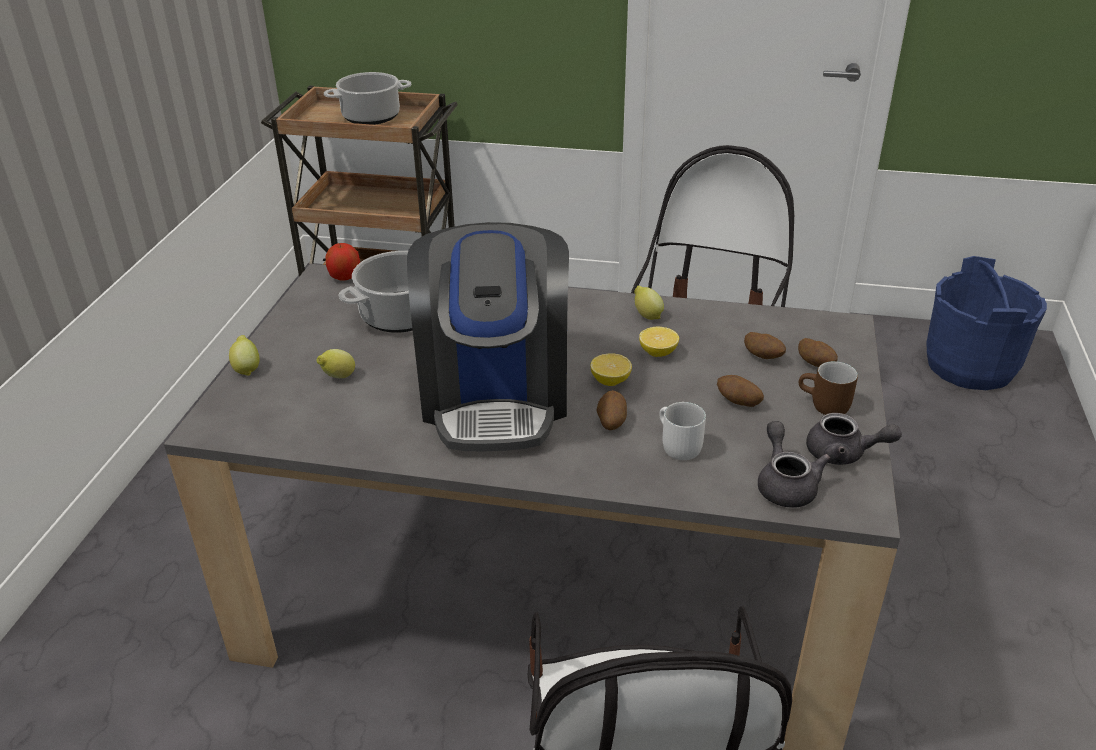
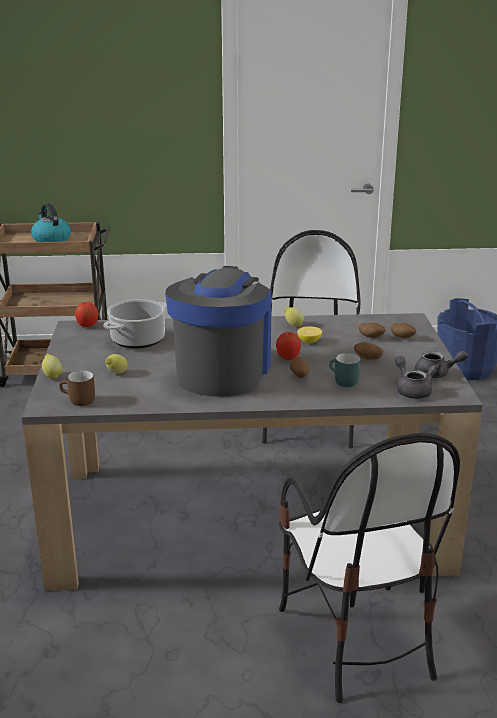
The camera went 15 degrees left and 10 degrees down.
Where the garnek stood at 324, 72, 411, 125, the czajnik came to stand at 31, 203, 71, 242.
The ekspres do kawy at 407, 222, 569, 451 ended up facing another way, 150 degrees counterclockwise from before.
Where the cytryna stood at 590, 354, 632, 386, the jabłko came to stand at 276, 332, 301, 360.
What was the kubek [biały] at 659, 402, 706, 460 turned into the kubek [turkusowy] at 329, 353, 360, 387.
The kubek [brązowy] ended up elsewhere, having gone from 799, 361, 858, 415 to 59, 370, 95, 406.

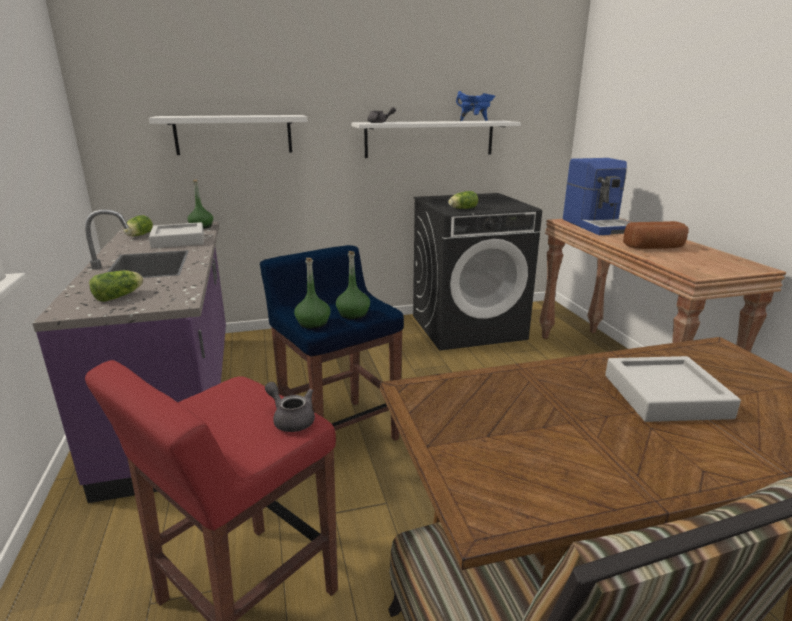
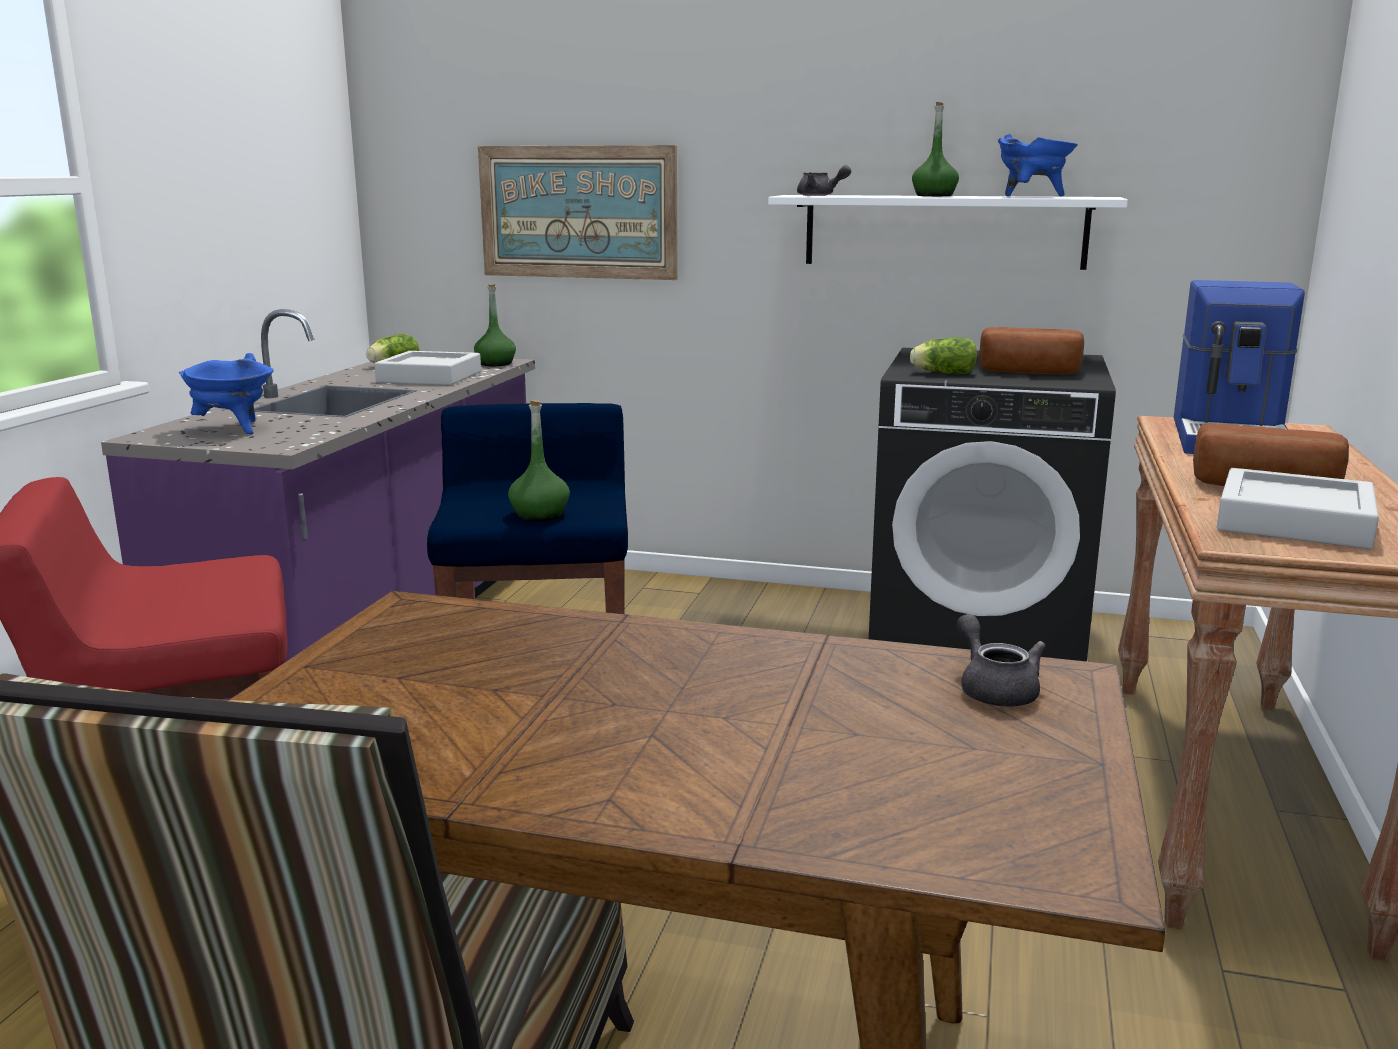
The camera went 30 degrees right and 5 degrees down.
Where the sałata stood at 89, 270, 143, 302, the garnek [niebieski] came to stand at 179, 353, 274, 435.
Where the półka [biały] hung at 149, 115, 308, 155, the obraz came to hang at 478, 145, 678, 280.
The imbryk [szary] ended up elsewhere, having gone from 265, 382, 315, 432 to 957, 614, 1046, 707.
The butelka [zielony] ended up elsewhere, having gone from 294, 258, 330, 329 to 912, 102, 959, 196.
The taca [szary] ended up elsewhere, having gone from 605, 356, 741, 422 to 1217, 468, 1379, 549.
The second view gained the chleb at 979, 327, 1084, 374.

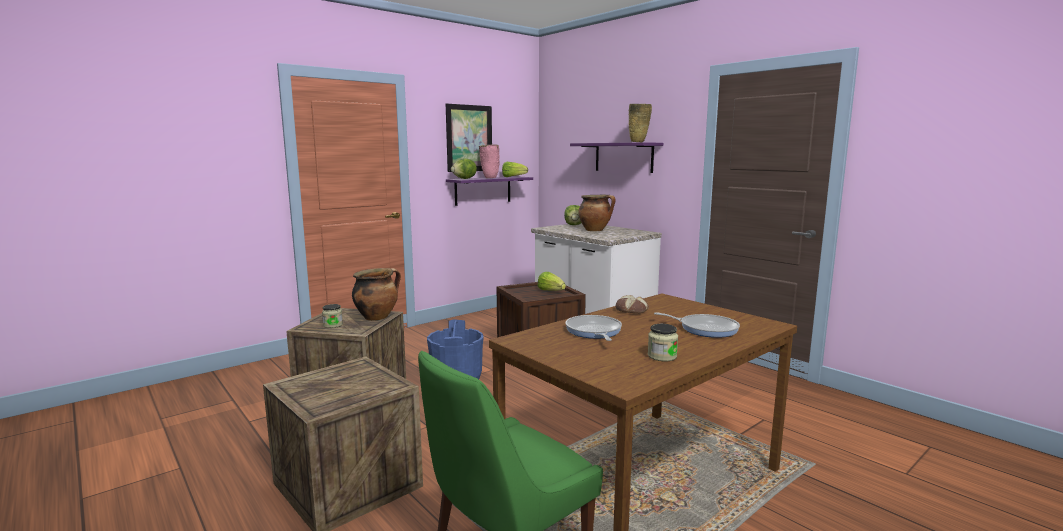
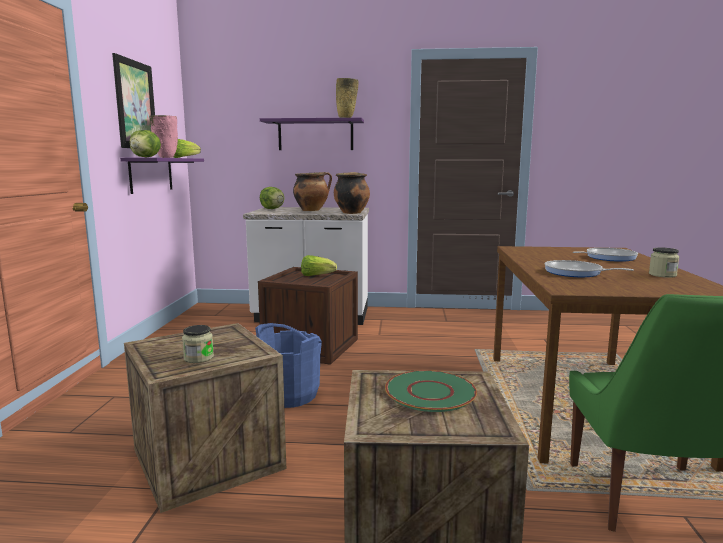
The camera went 45 degrees left and 0 degrees up.
The garnek ended up elsewhere, having gone from 352, 268, 401, 321 to 334, 172, 370, 214.
The second view lost the chleb at 616, 295, 649, 314.
The second view gained the talerz [zielony] at 385, 370, 477, 412.

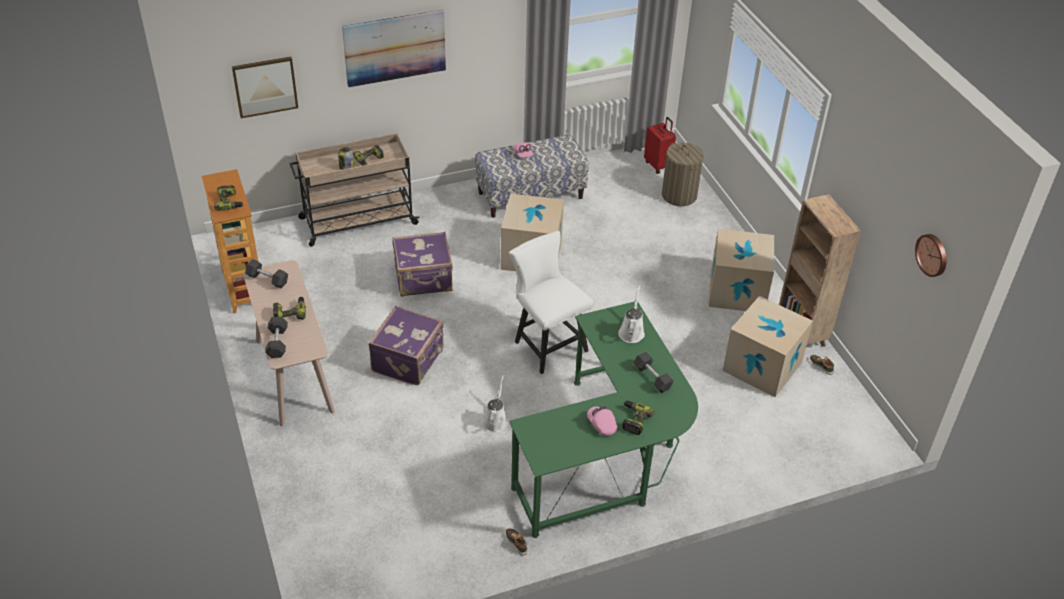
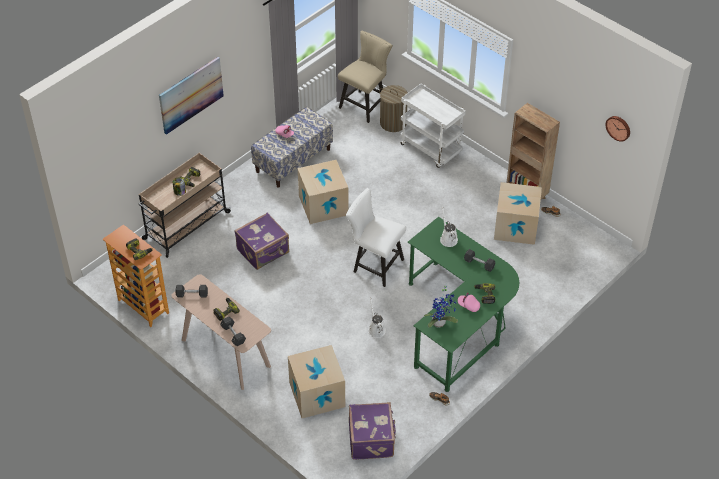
The camera went 25 degrees left and 5 degrees up.
The second view lost the obraz at 232, 57, 298, 118.
The walizka [fioletowy] ended up elsewhere, having gone from 368, 306, 444, 385 to 349, 402, 396, 460.
Where the walizka [czerwony] stood at 644, 117, 676, 174, the krzesło [beżowy] came to stand at 338, 31, 393, 123.
The karton ended up elsewhere, having gone from 709, 229, 774, 311 to 288, 345, 345, 418.
The second view gained the wózek [biały] at 400, 84, 466, 168.
The second view gained the roślina doniczkowa at 424, 284, 458, 328.

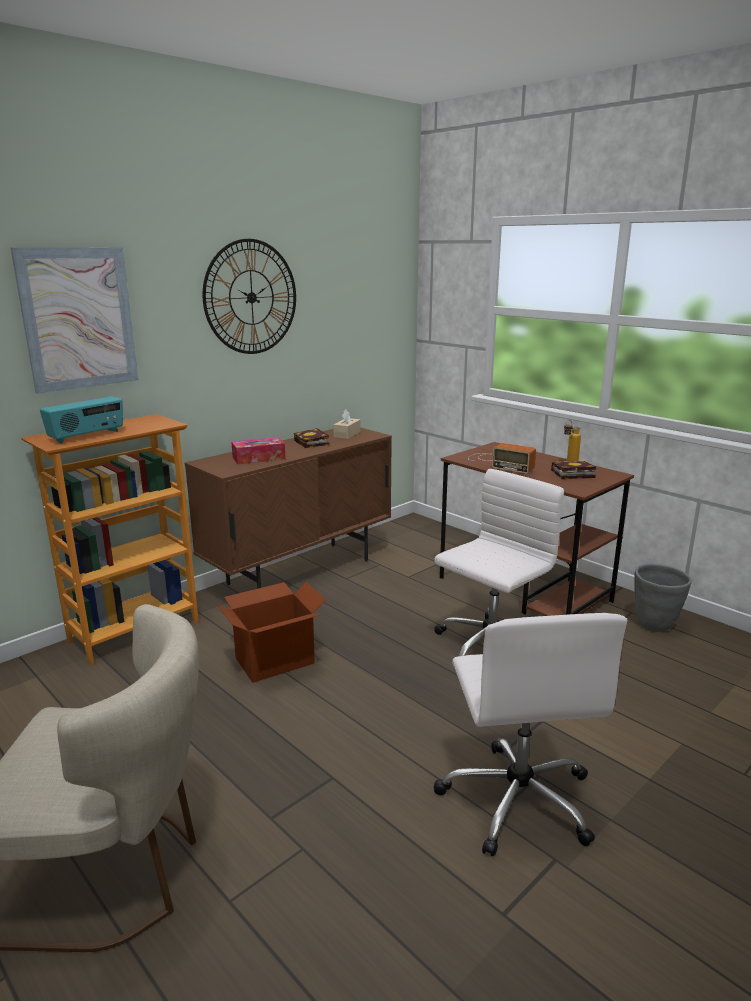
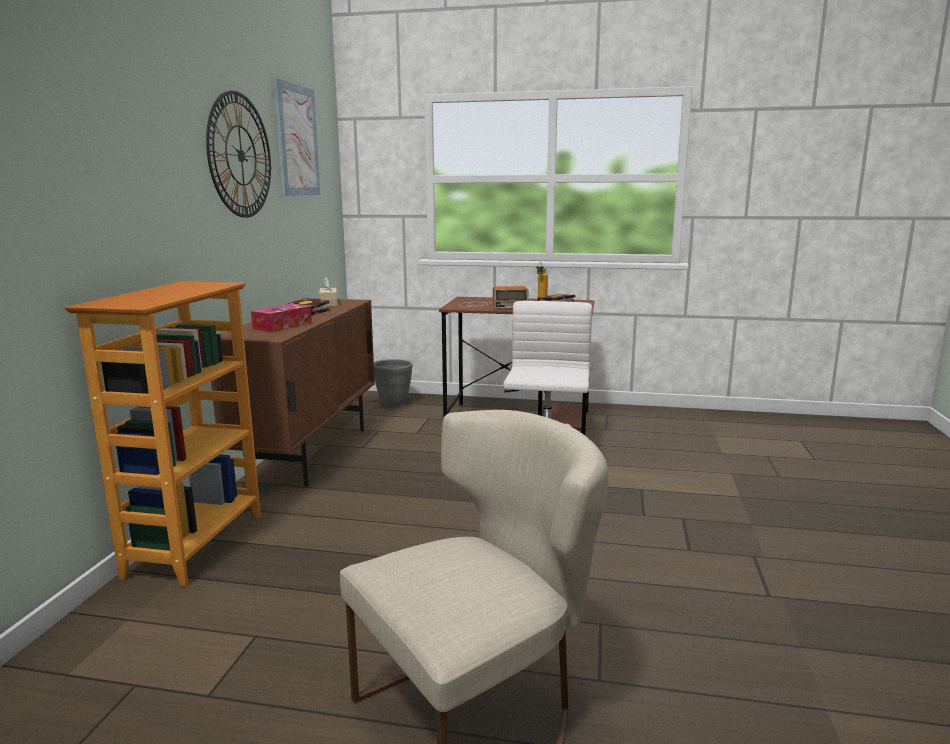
The camera went 35 degrees left and 5 degrees down.
The obraz ended up elsewhere, having gone from 11, 248, 138, 394 to 274, 78, 321, 196.
The second view lost the radio at 40, 397, 123, 444.
The second view lost the karton at 217, 582, 326, 683.
The second view lost the krzesło biurowe [biały] at 434, 613, 627, 856.
The donica [szary] ended up elsewhere, having gone from 634, 564, 692, 632 to 374, 359, 413, 407.

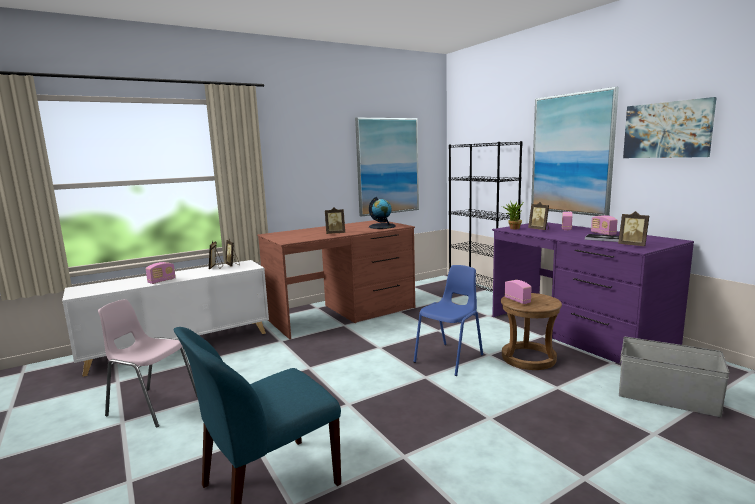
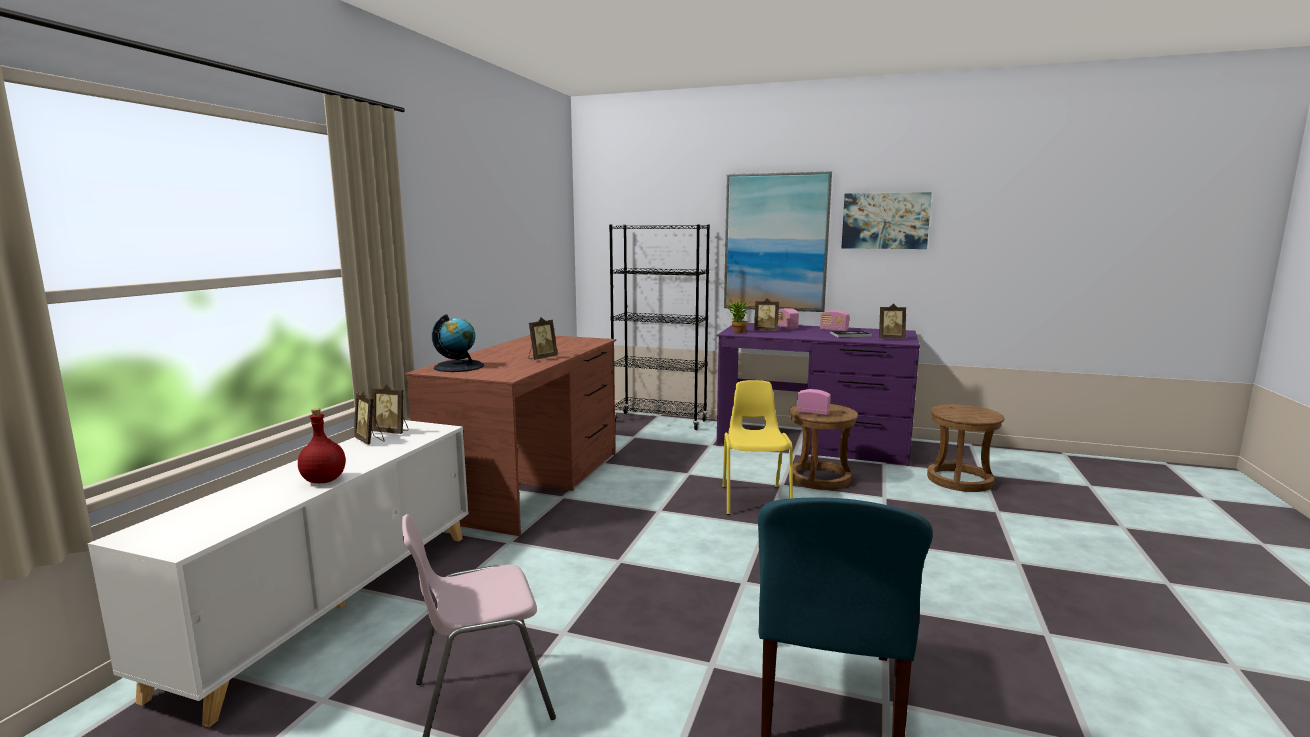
The camera went 40 degrees left and 0 degrees up.
Where the radio stood at 146, 262, 176, 284, the butelka [czerwony] came to stand at 298, 408, 346, 483.
The second view lost the obraz at 355, 117, 419, 217.
The globus ended up elsewhere, having gone from 369, 197, 396, 229 to 432, 314, 484, 372.
What was the krzesło [niebieski] at 414, 265, 483, 376 turned into the krzesło [żółty] at 723, 380, 793, 515.
Where the pojemnik do przechowywania [szary] stood at 619, 337, 730, 417, the stołek [brązowy] came to stand at 927, 404, 1004, 492.

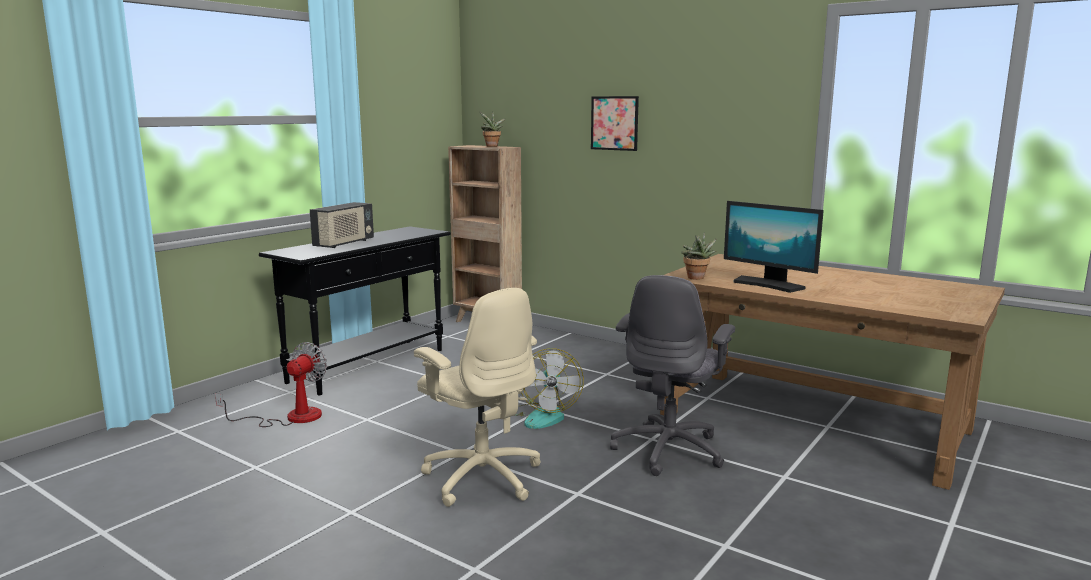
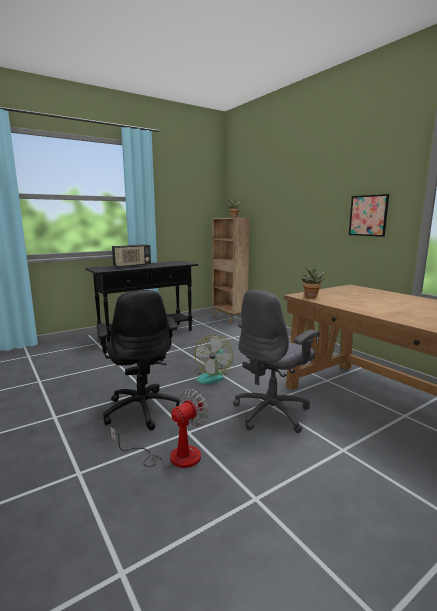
The camera went 20 degrees right and 0 degrees up.
The wentylator ended up elsewhere, having gone from 215, 342, 327, 427 to 110, 389, 209, 469.
What was the krzesło biurowe [beżowy] at 414, 288, 540, 507 turned into the krzesło biurowe [czarny] at 97, 290, 182, 430.
The obraz ended up elsewhere, having gone from 591, 96, 639, 151 to 349, 194, 389, 237.
The second view lost the monitor at 724, 201, 824, 293.

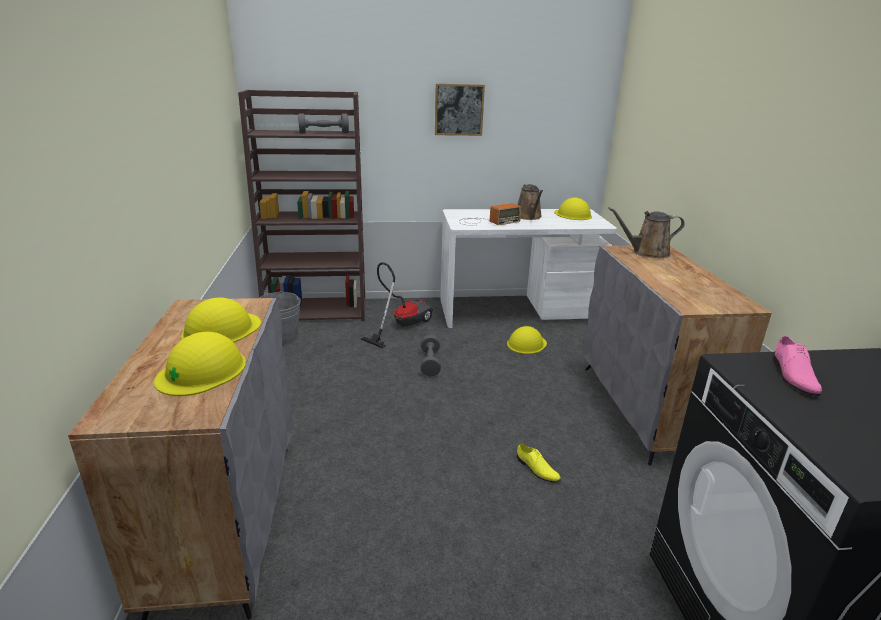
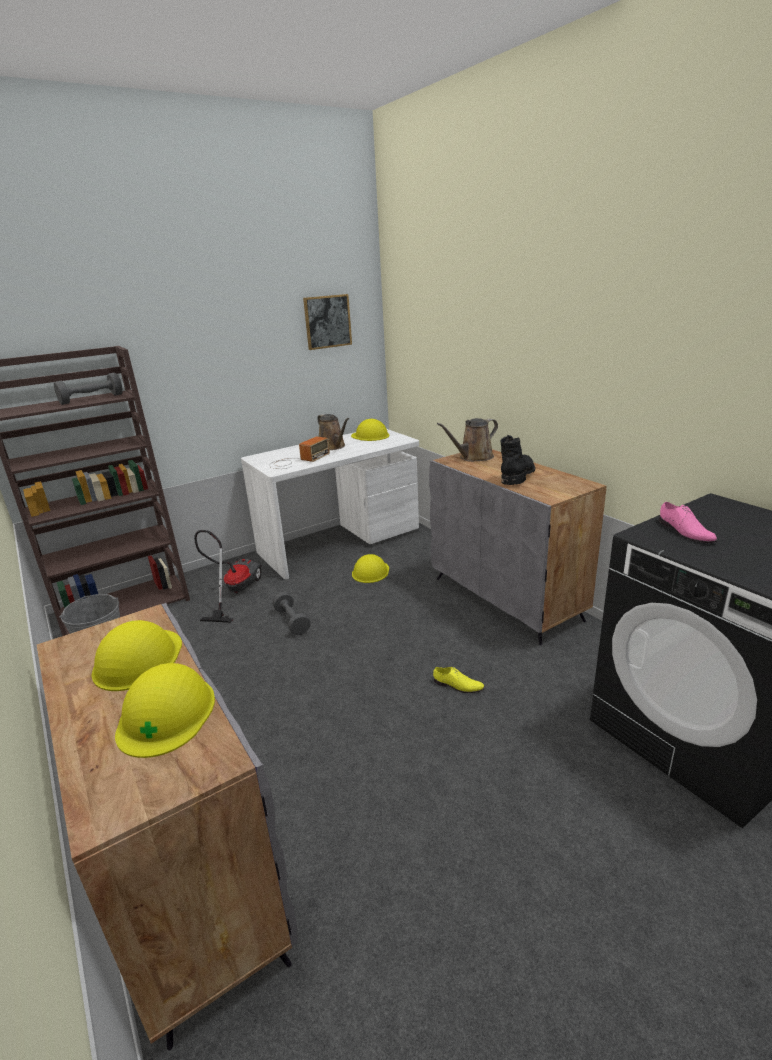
The camera went 25 degrees left and 0 degrees up.
The obraz ended up elsewhere, having gone from 435, 84, 485, 136 to 303, 294, 352, 350.
The second view gained the but z cholewką [czarny] at 500, 435, 535, 485.

